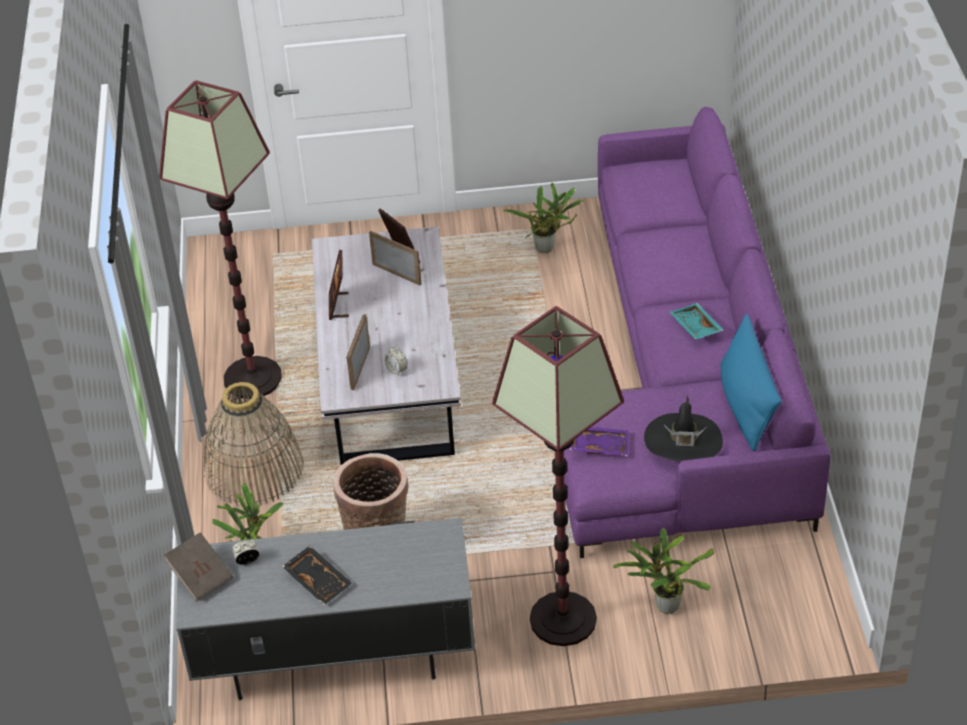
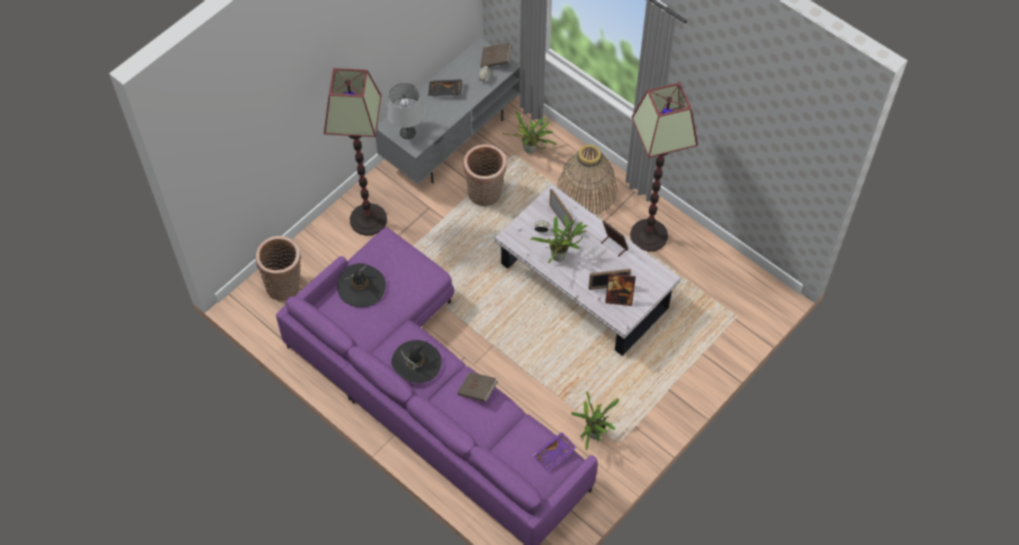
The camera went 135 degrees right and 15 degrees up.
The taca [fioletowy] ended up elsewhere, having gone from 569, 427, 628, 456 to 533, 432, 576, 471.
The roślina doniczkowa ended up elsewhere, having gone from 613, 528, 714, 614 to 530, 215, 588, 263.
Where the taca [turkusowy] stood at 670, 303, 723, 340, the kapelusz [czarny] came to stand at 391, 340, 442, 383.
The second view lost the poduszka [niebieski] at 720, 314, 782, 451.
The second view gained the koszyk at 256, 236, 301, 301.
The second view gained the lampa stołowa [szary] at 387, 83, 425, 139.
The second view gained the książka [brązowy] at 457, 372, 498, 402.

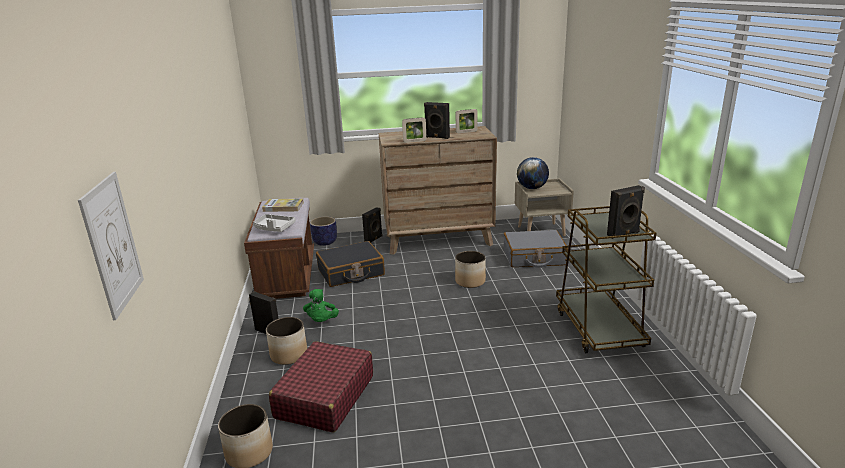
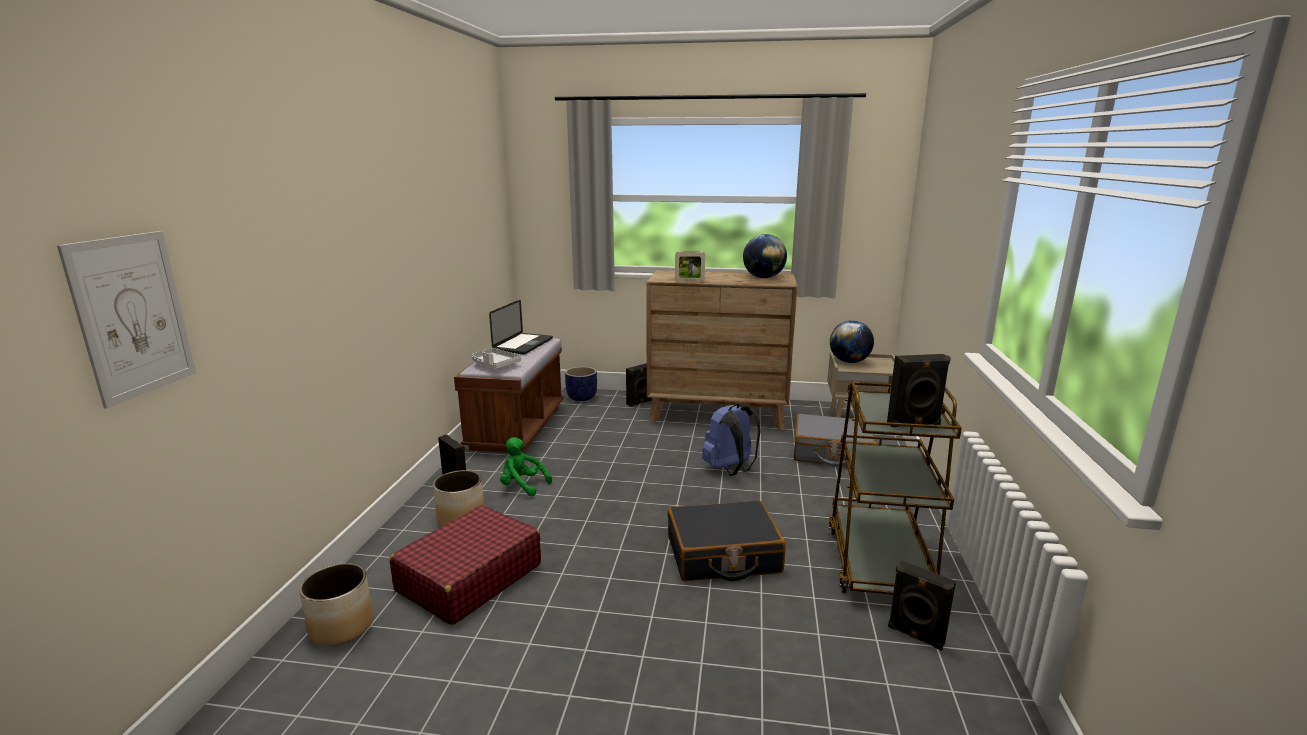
The camera went 15 degrees right and 5 degrees down.
Where the książka stood at 262, 198, 304, 212, the laptop came to stand at 489, 300, 553, 355.
The pluszak [zielony] at 303, 289, 339, 322 ended up facing another way, 105 degrees clockwise from before.
The walizka [czarny] ended up elsewhere, having gone from 316, 241, 385, 287 to 668, 500, 786, 581.
The głośnik [czarny] ended up elsewhere, having gone from 424, 102, 450, 139 to 888, 560, 956, 651.
Where the donica stood at 455, 251, 486, 288, the plecak [niebieski] came to stand at 702, 404, 760, 476.
Where the ramka na zdjęcie stood at 456, 109, 478, 133, the globus came to stand at 743, 234, 787, 278.

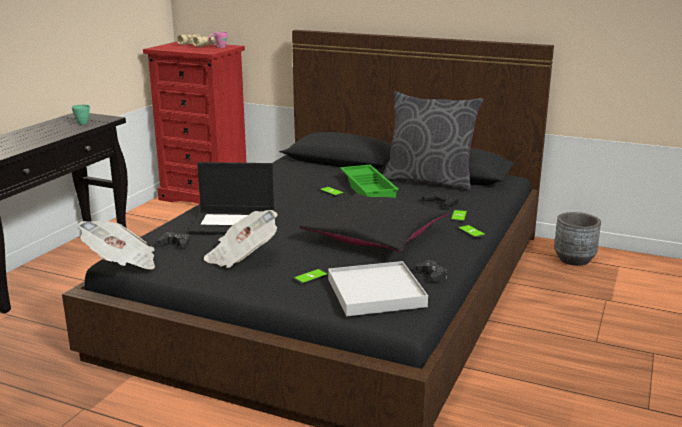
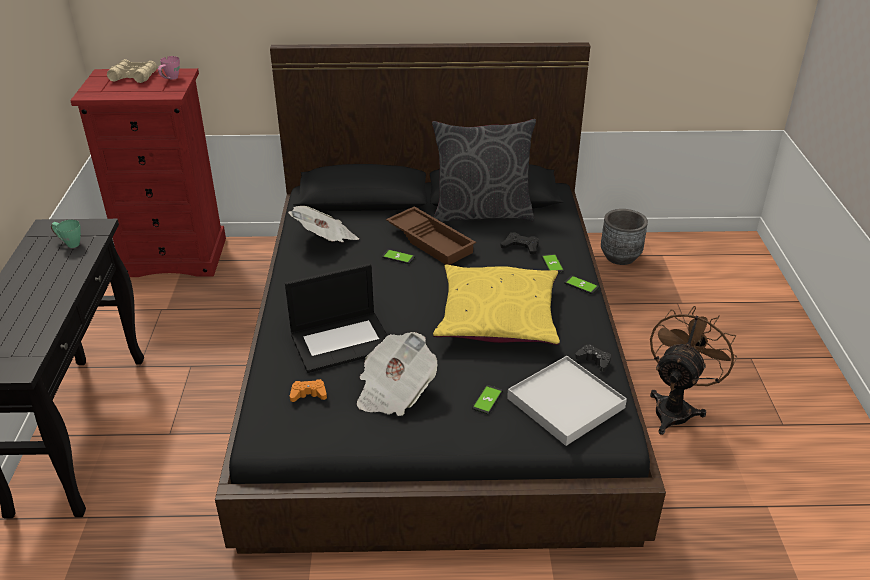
The camera went 25 degrees left and 15 degrees up.
The gazeta ended up elsewhere, having gone from 78, 221, 155, 269 to 288, 206, 359, 242.
What was the pad do gier [czarny] at 158, 232, 190, 248 turned into the pad do gier [pomarańczowy] at 290, 379, 327, 402.
What was the poduszka [czarny] at 300, 193, 448, 252 turned into the poduszka [żółty] at 433, 264, 560, 345.
What was the taca [zielony] at 340, 164, 399, 198 turned into the taca [brązowy] at 386, 206, 476, 265.
The second view gained the wentylator [brązowy] at 650, 306, 738, 435.

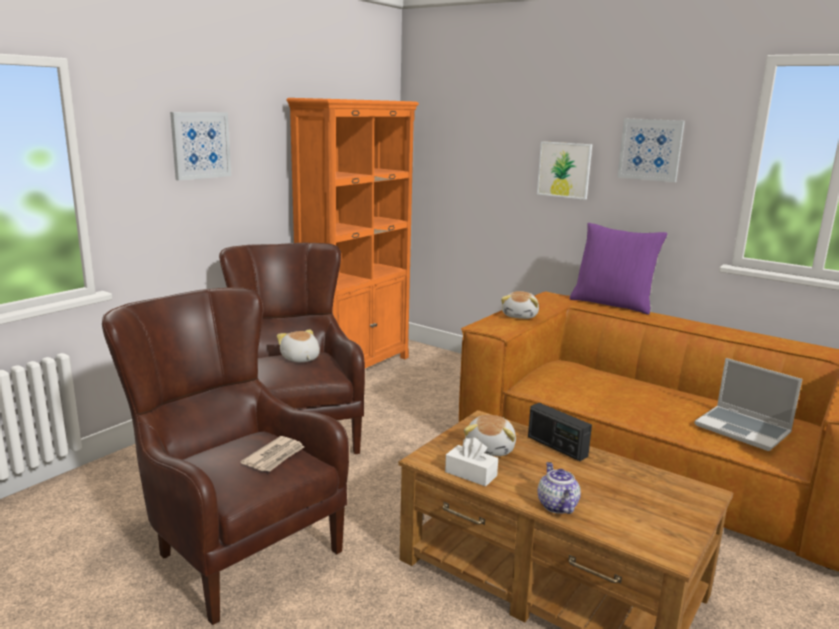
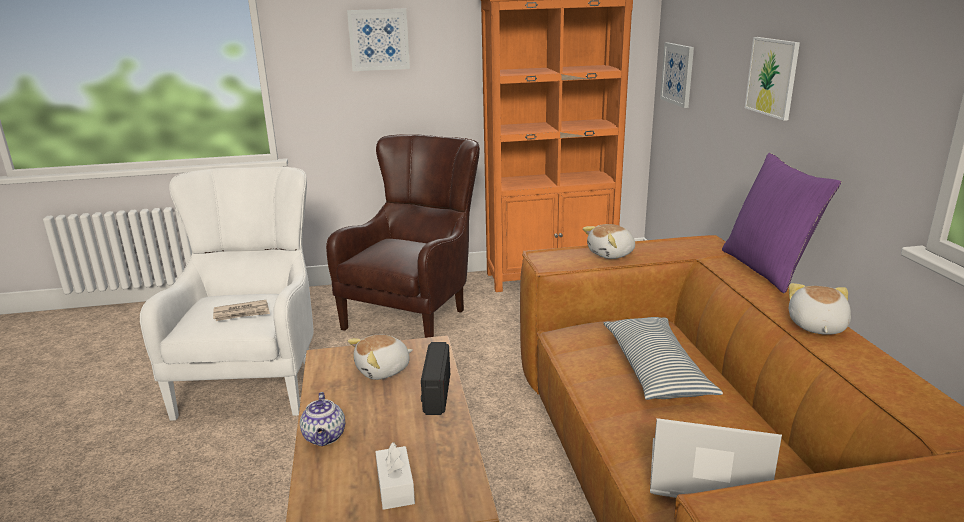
The camera went 45 degrees right and 5 degrees up.
What was the fotel [brązowy] at 102, 287, 349, 625 turned into the fotel [biały] at 140, 166, 314, 421.
The pluszak ended up elsewhere, having gone from 277, 329, 320, 362 to 789, 283, 851, 335.
The pudełko chusteczek [biały] ended up elsewhere, having gone from 445, 437, 498, 486 to 375, 442, 415, 510.
The imbryk at 538, 462, 581, 514 ended up facing another way, 135 degrees clockwise from before.
The obraz ended up elsewhere, having gone from 617, 119, 685, 182 to 660, 43, 694, 108.
The laptop at 694, 358, 802, 451 ended up facing another way, 105 degrees clockwise from before.
The second view gained the poduszka at 604, 317, 723, 400.

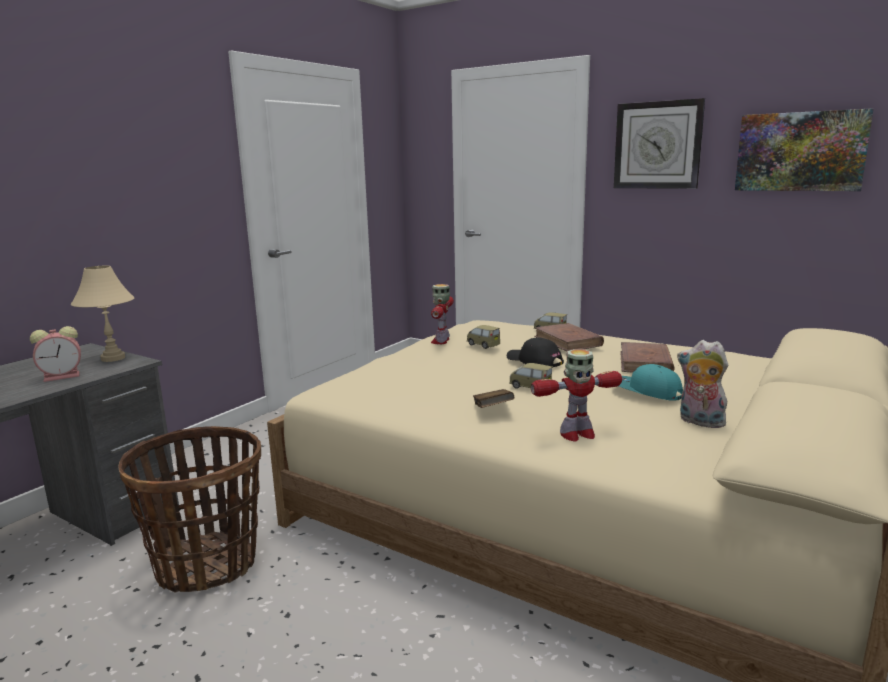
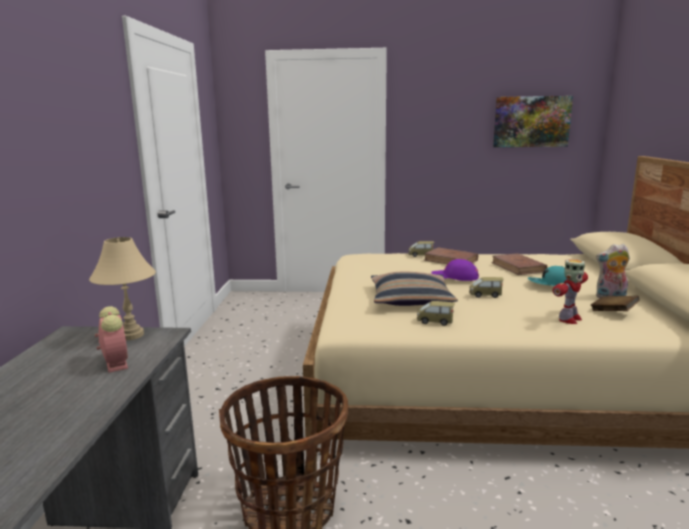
The camera went 30 degrees left and 0 degrees up.
The budzik at 30, 326, 81, 382 ended up facing another way, 60 degrees counterclockwise from before.
The second view lost the robot zabawkowy at 431, 284, 454, 344.
The samochodzik ended up elsewhere, having gone from 467, 325, 500, 349 to 417, 301, 455, 326.
The książka [brązowy] ended up elsewhere, having gone from 473, 389, 515, 408 to 591, 296, 640, 311.
What was the czapka z daszkiem [czarny] at 507, 337, 564, 368 turned into the czapka z daszkiem [fioletowy] at 431, 259, 479, 281.
The second view lost the zegar ścienny at 614, 98, 705, 189.
The second view gained the poduszka at 371, 271, 458, 306.

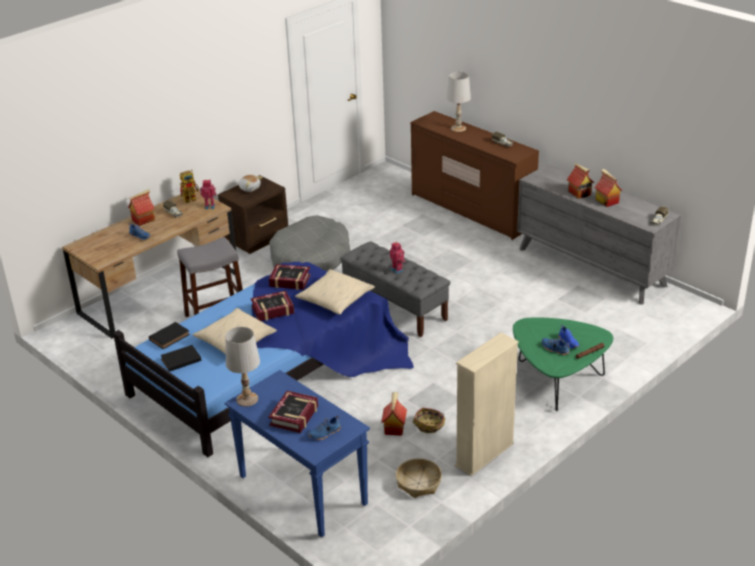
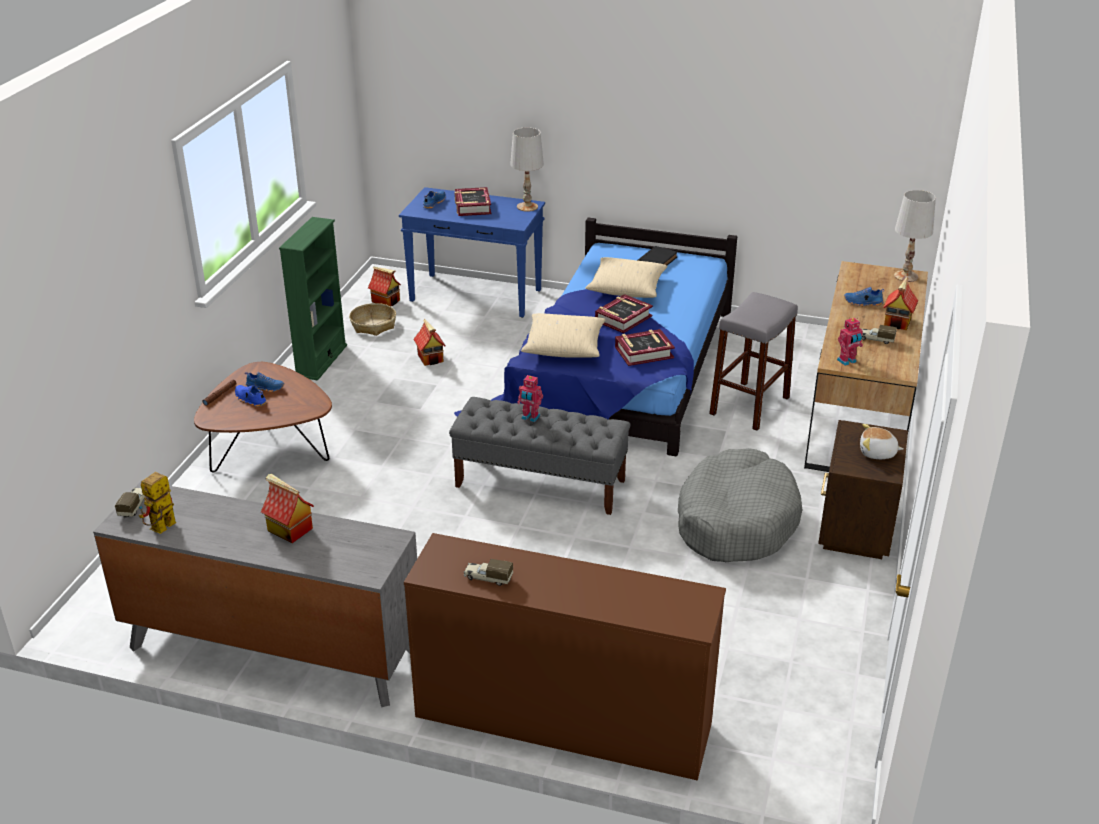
The camera went 150 degrees right and 0 degrees up.
The second view lost the książka [czarny] at 149, 322, 190, 349.
The robot zabawkowy ended up elsewhere, having gone from 180, 170, 199, 203 to 139, 472, 176, 534.
The second view lost the koszyk at 413, 407, 445, 433.
The lampa stołowa [biały] ended up elsewhere, having gone from 447, 72, 471, 132 to 894, 190, 936, 282.
What was the regał [beżowy] at 455, 333, 519, 476 turned into the regał [zielony] at 279, 217, 347, 380.
What was the ława [zielony] at 513, 317, 613, 411 turned into the ława [brązowy] at 194, 362, 332, 472.
The domek ended up elsewhere, having gone from 595, 169, 622, 207 to 368, 266, 401, 306.

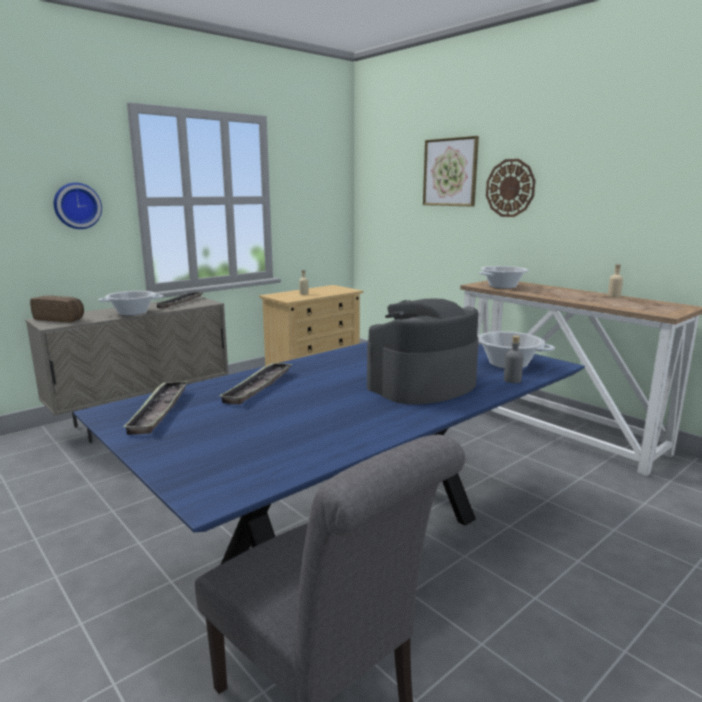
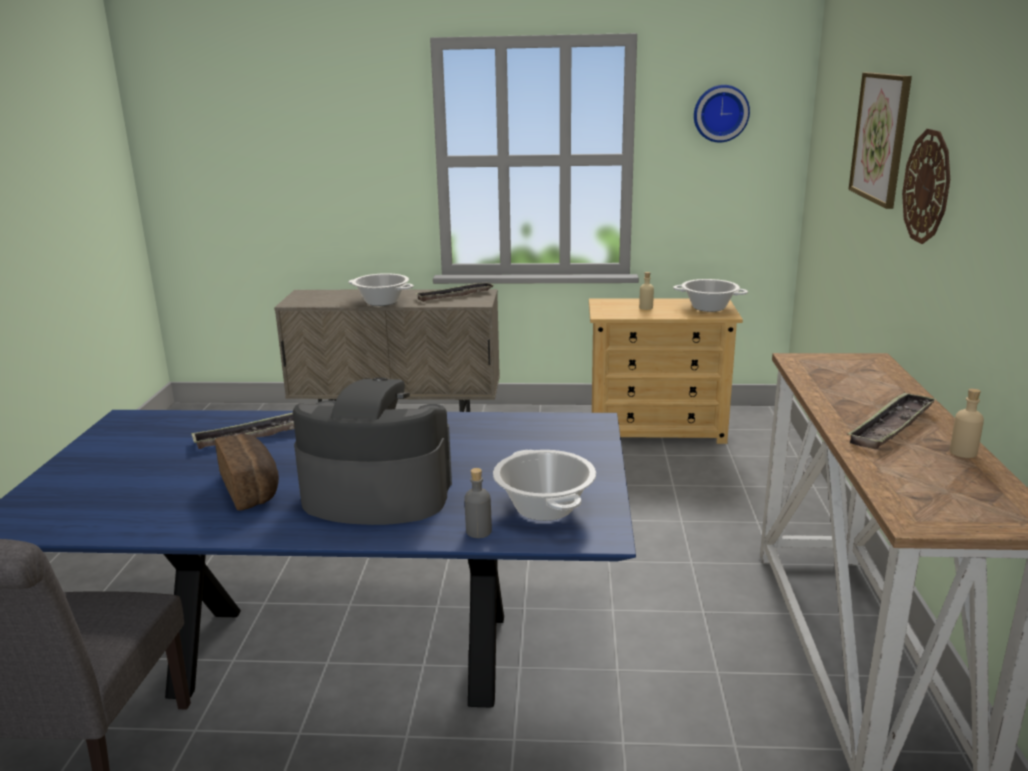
The camera went 45 degrees right and 5 degrees up.
The chleb ended up elsewhere, having gone from 30, 296, 84, 322 to 215, 434, 279, 510.
The zegar ścienny ended up elsewhere, having gone from 54, 183, 102, 229 to 694, 85, 750, 142.
The taca ended up elsewhere, having gone from 122, 381, 188, 435 to 847, 392, 936, 449.
The garnek ended up elsewhere, having gone from 478, 266, 529, 289 to 673, 279, 748, 312.

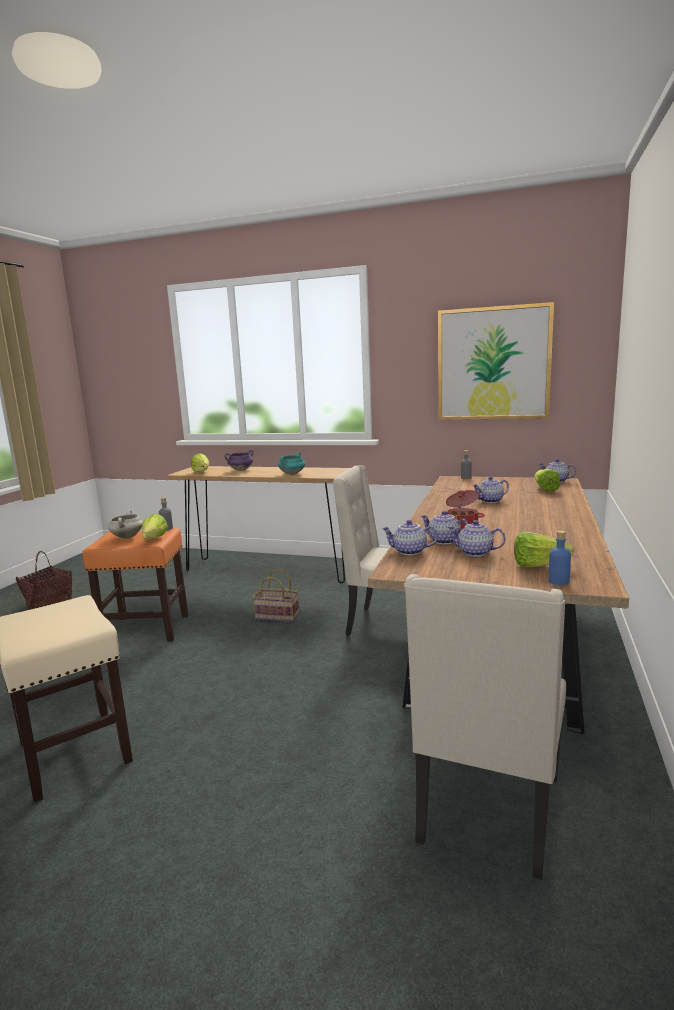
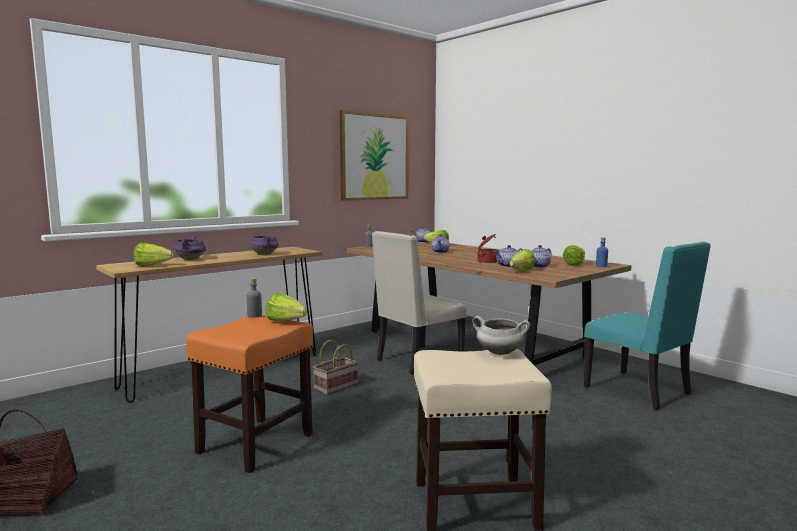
The camera went 60 degrees left and 5 degrees down.
The garnek [biały] ended up elsewhere, having gone from 108, 510, 143, 539 to 472, 316, 530, 355.
What was the garnek [turkusowy] at 278, 452, 305, 475 turned into the garnek [fioletowy] at 249, 232, 279, 255.
Where the imbryk stood at 382, 520, 438, 555, the sałata came to stand at 510, 249, 535, 271.
What was the krzesło [beżowy] at 404, 574, 566, 880 turned into the krzesło [turkusowy] at 584, 242, 711, 410.

